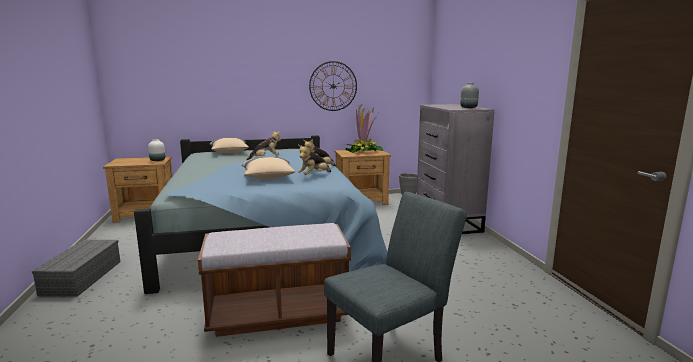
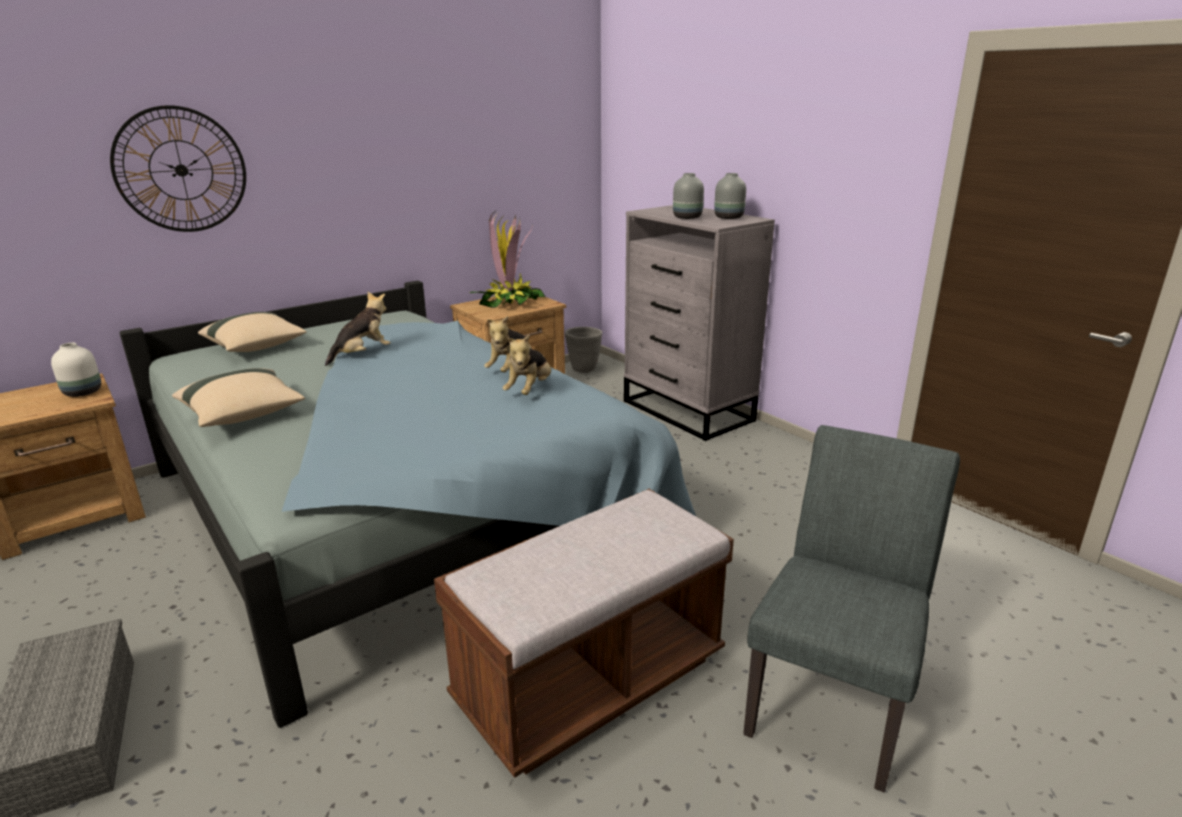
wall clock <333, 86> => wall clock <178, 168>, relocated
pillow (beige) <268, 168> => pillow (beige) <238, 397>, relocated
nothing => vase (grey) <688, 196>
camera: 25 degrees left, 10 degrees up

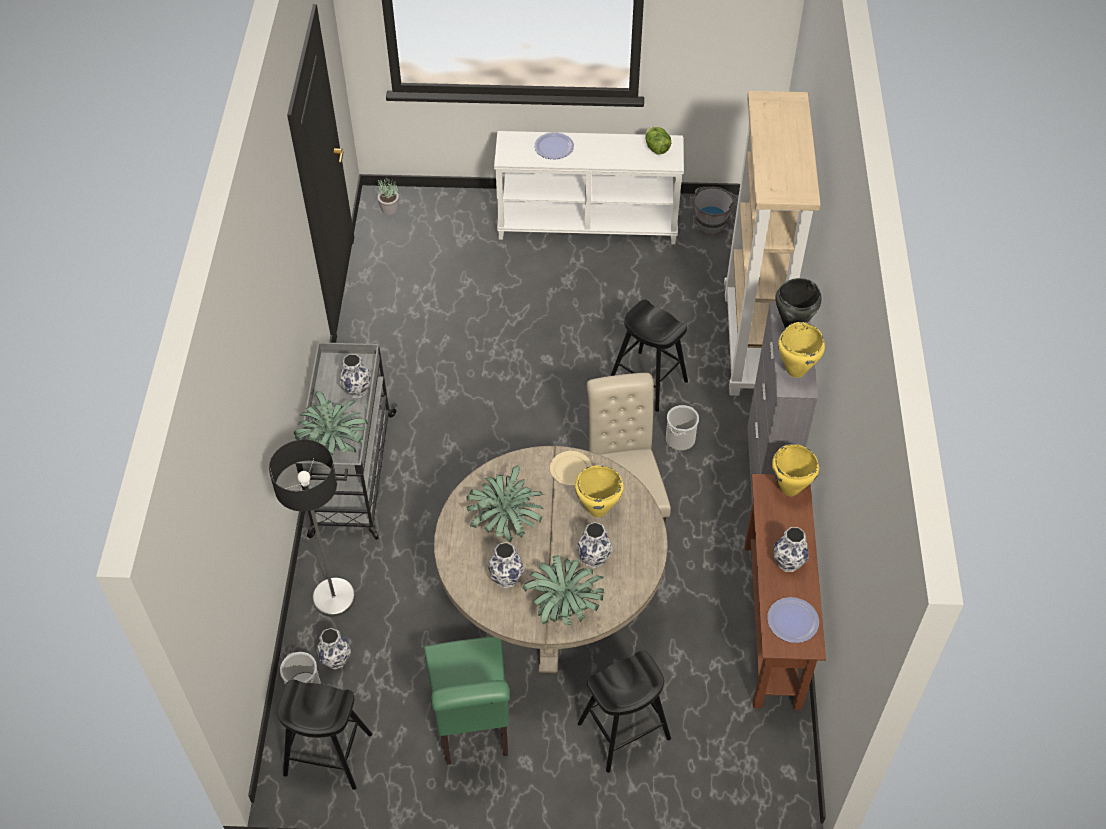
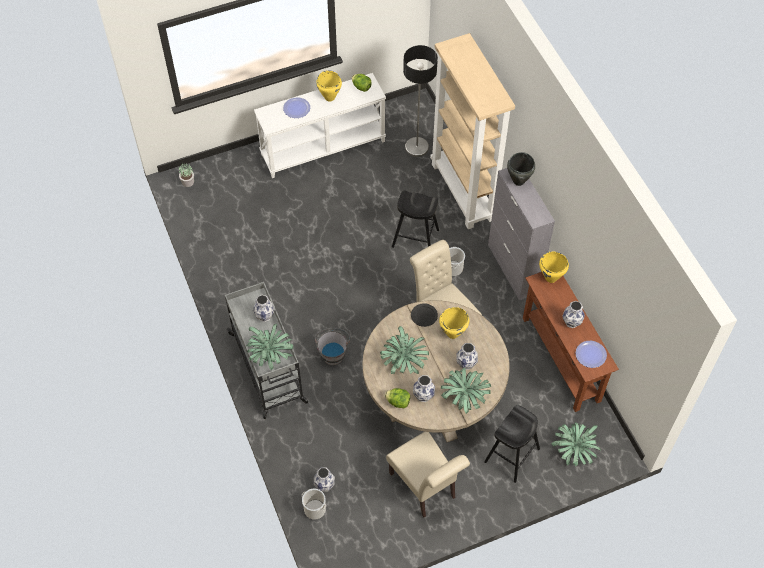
bucket (grey) <715, 210> => bucket (grey) <333, 346>, relocated
cooking pot (yellow) <801, 350> => cooking pot (yellow) <329, 86>, relocated
nothing => lettuce <397, 398>
chair (green) <467, 700> => chair (beige) <428, 474>
floor lamp <312, 527> => floor lamp <420, 101>, relocated
plate (beige) <571, 468> => plate (black) <424, 315>
nothing => potted plant <576, 444>
stool (black) <324, 735> => nothing
camera: 25 degrees left, 5 degrees up

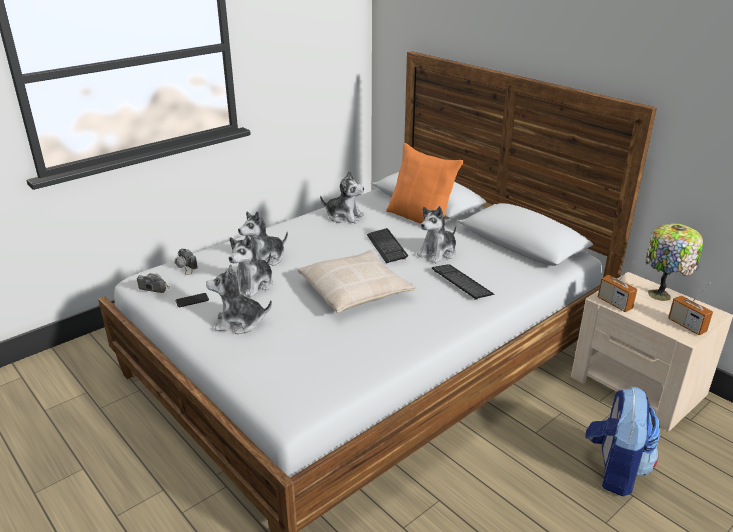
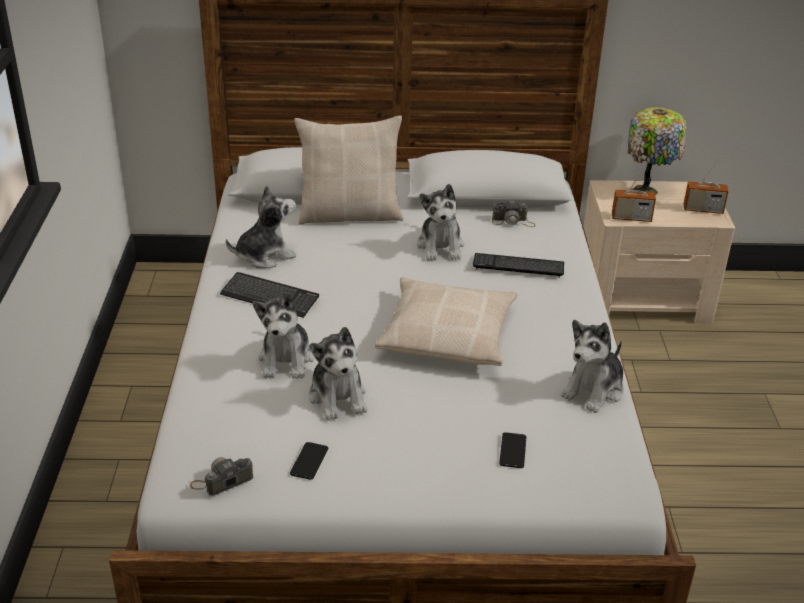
keyboard <387, 245> => keyboard <269, 295>, relocated
pillow (orange) <425, 183> => pillow (beige) <348, 170>
photo camera <186, 262> => photo camera <514, 213>, relocated
nothing => phone <512, 450>
plush toy <239, 299> => plush toy <592, 366>, relocated
backpack <622, 441> => nothing
camera: 50 degrees left, 5 degrees up

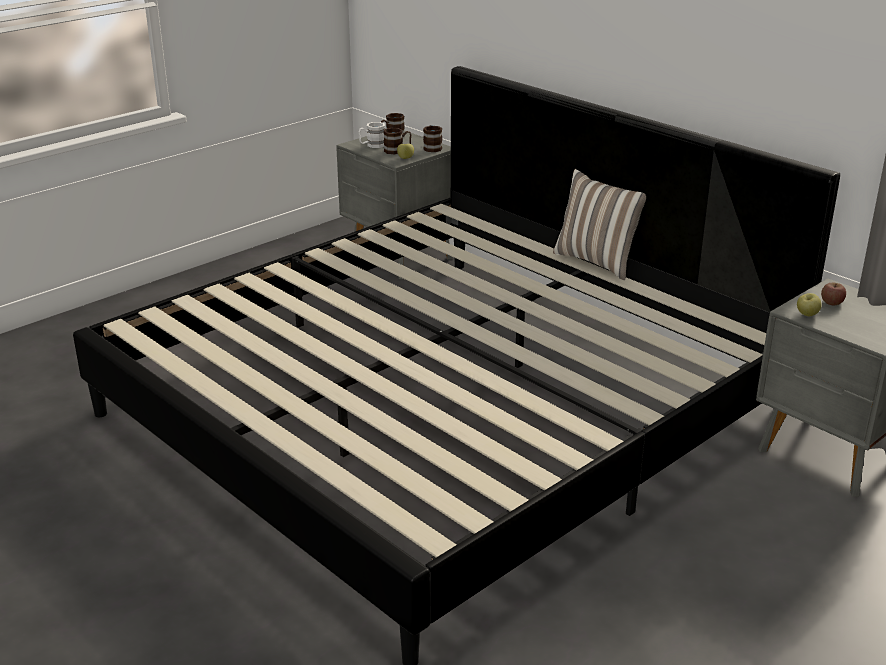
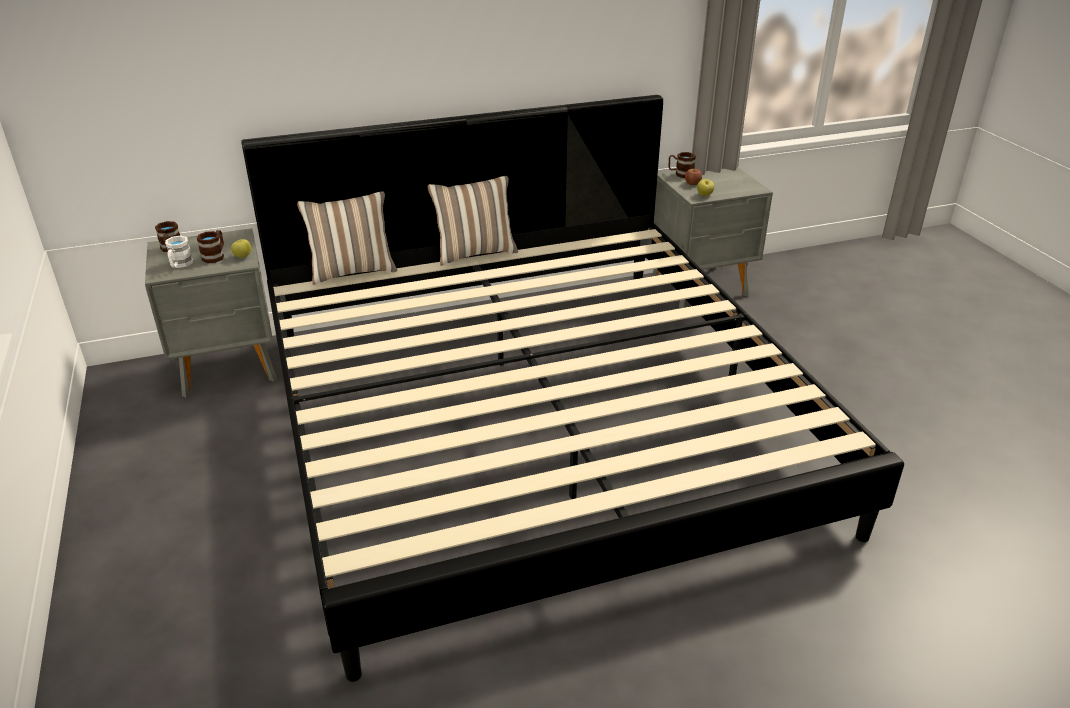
nothing => pillow <347, 238>
mug (brown) <432, 138> => mug (brown) <682, 165>, relocated
camera: 65 degrees left, 5 degrees up

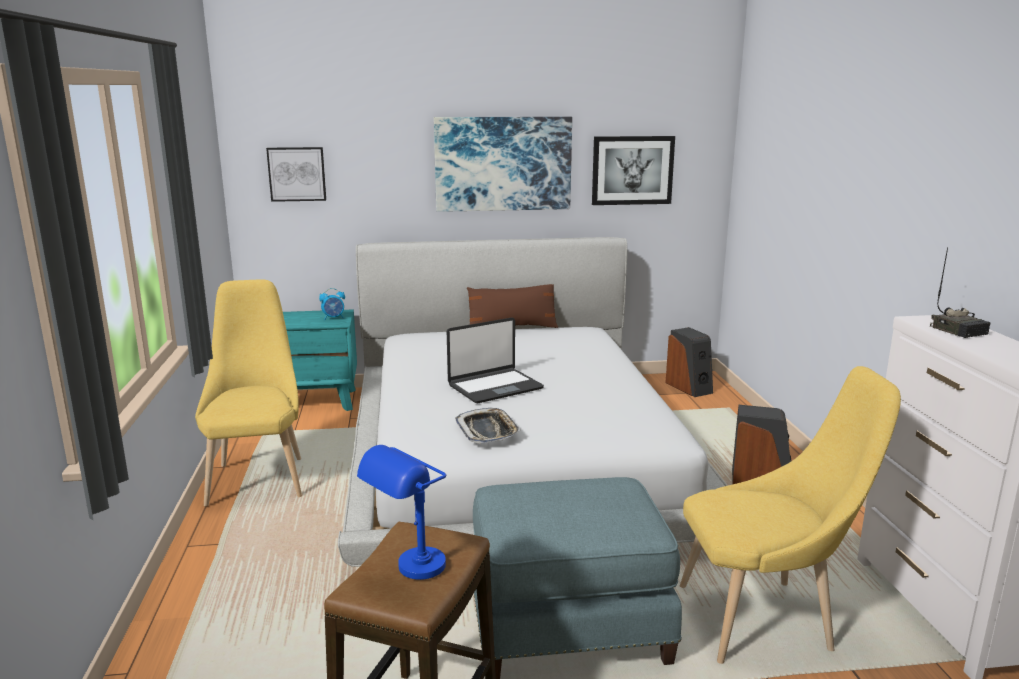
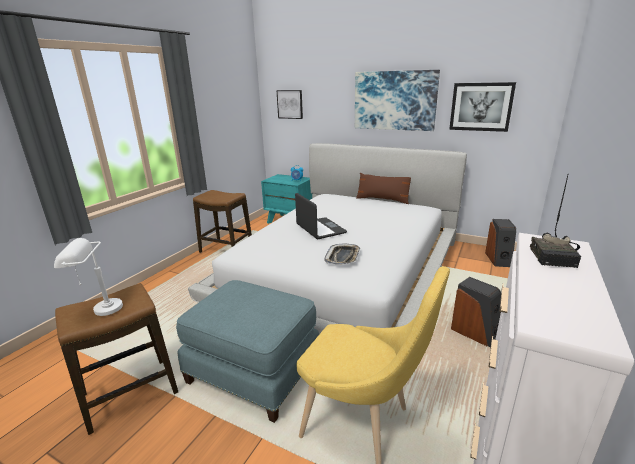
table lamp (blue) <401, 512> => table lamp (white) <88, 277>
chair (yellow) <248, 392> => stool <222, 221>
laptop <495, 360> => laptop <321, 216>, 120 degrees counterclockwise
tray <488, 425> => tray <342, 254>, relocated
camera: 35 degrees right, 5 degrees up

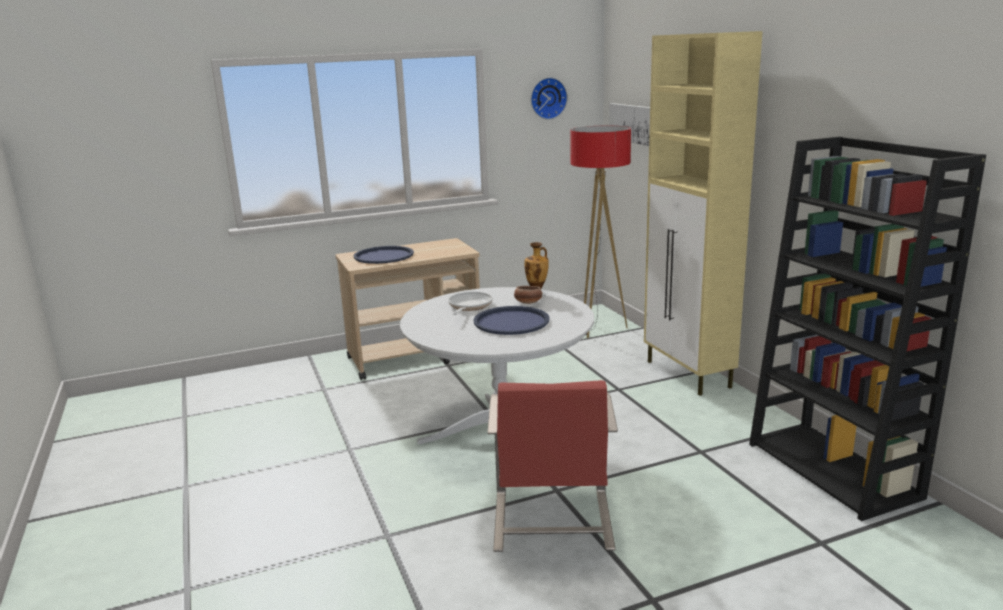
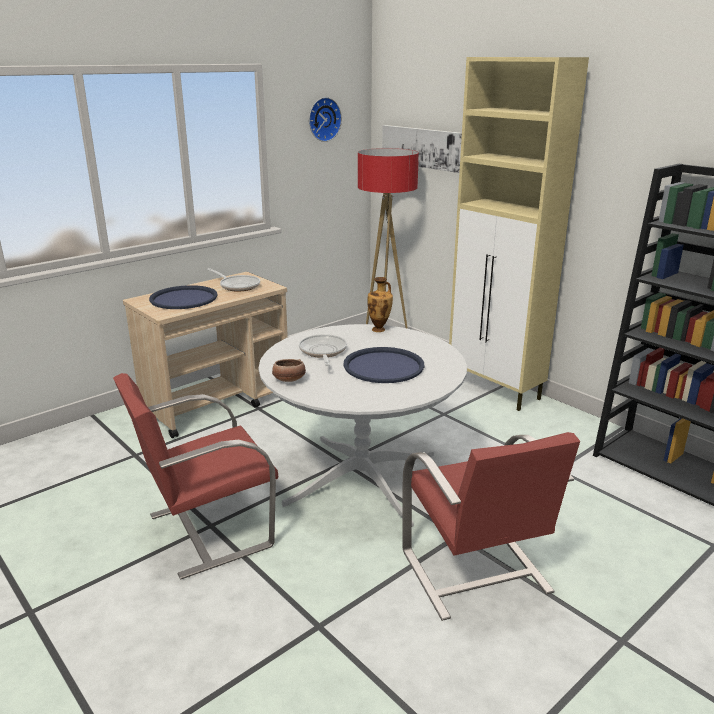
nothing => chair (red) <195, 476>
nothing => frying pan <233, 279>
bowl <528, 295> => bowl <289, 370>, relocated
camera: 20 degrees left, 5 degrees up

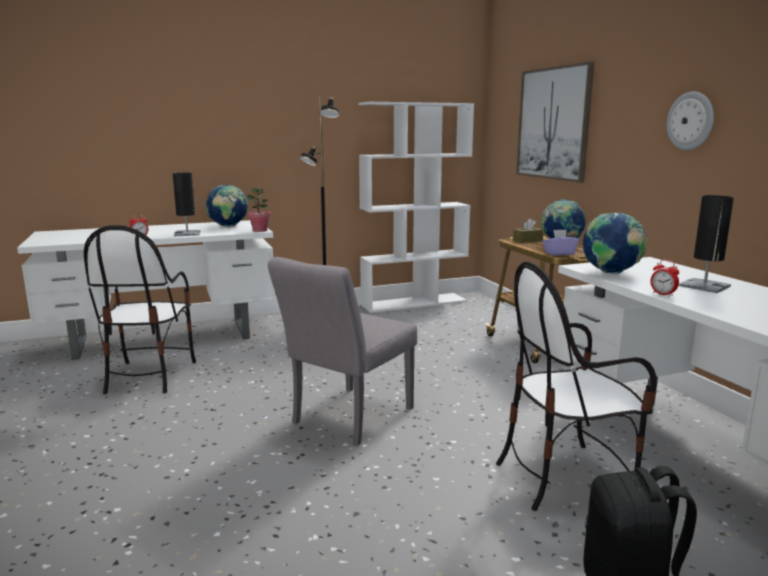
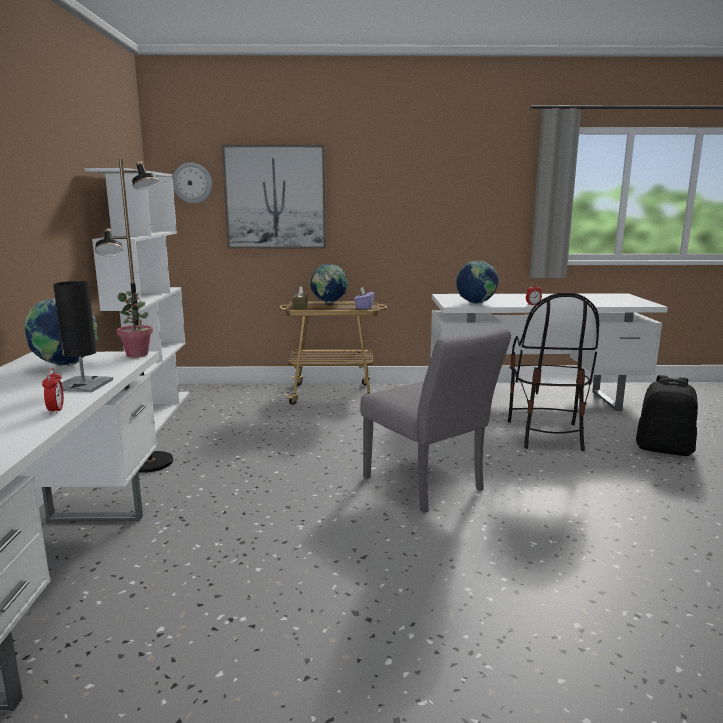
wall clock <690, 121> => wall clock <192, 183>, relocated
chair <140, 309> => nothing
table lamp (black) <706, 244> => nothing
camera: 70 degrees left, 0 degrees up

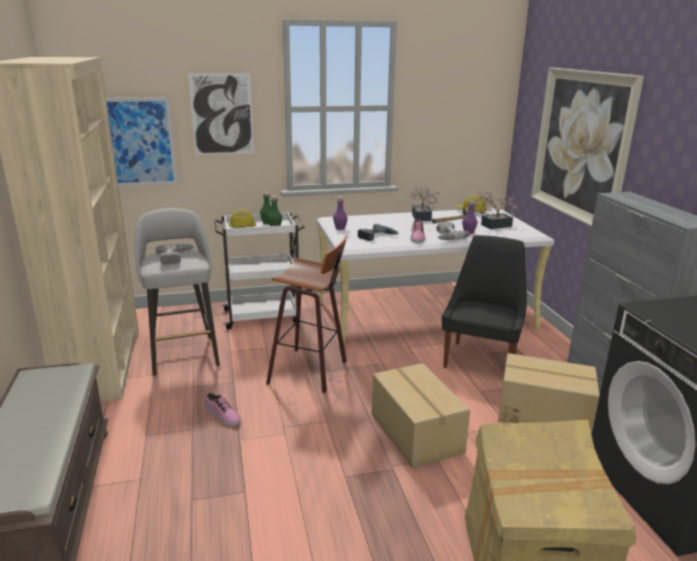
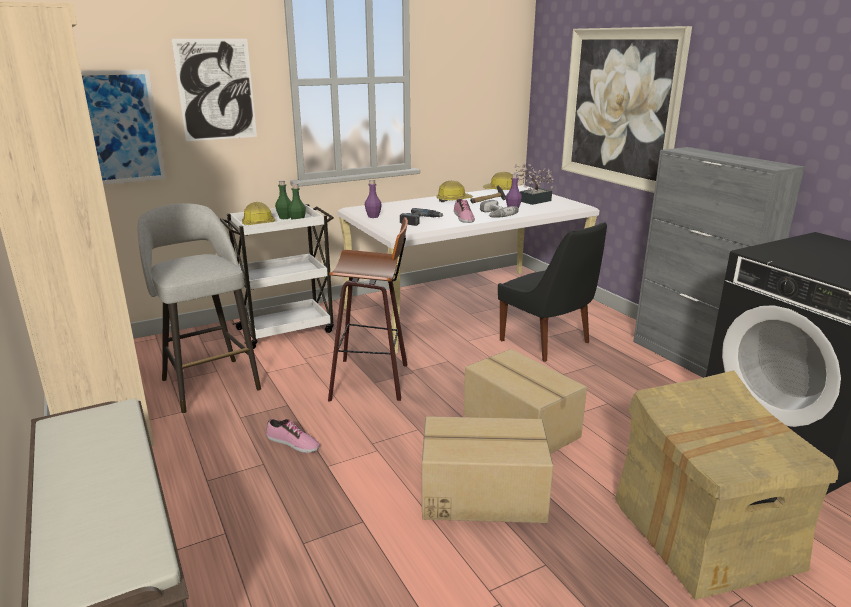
cardboard box <549, 394> => cardboard box <487, 469>, relocated
potted plant <425, 203> => hard hat <454, 191>
chair (black) <484, 301> => chair (black) <552, 292>, 135 degrees clockwise
power drill <175, 254> => nothing
camera: 15 degrees left, 0 degrees up

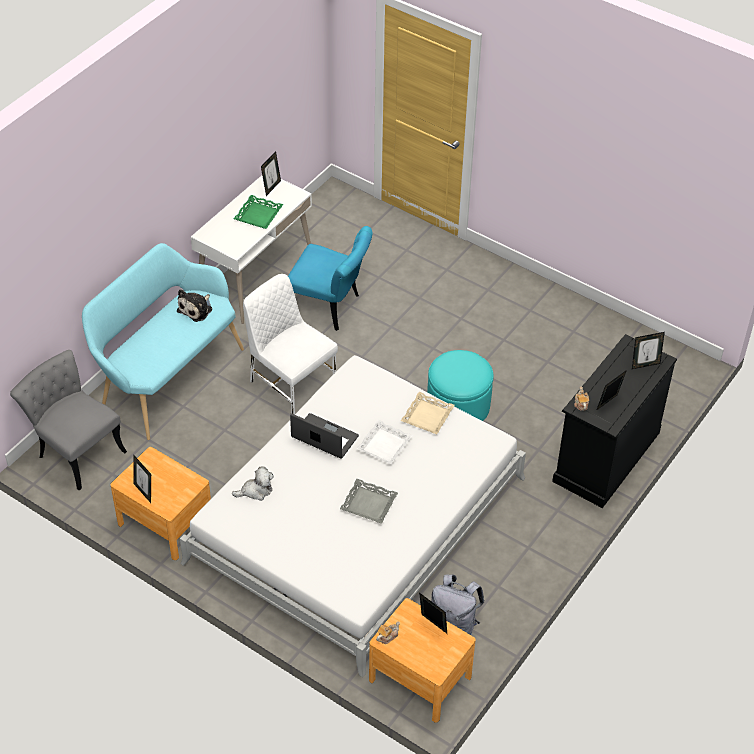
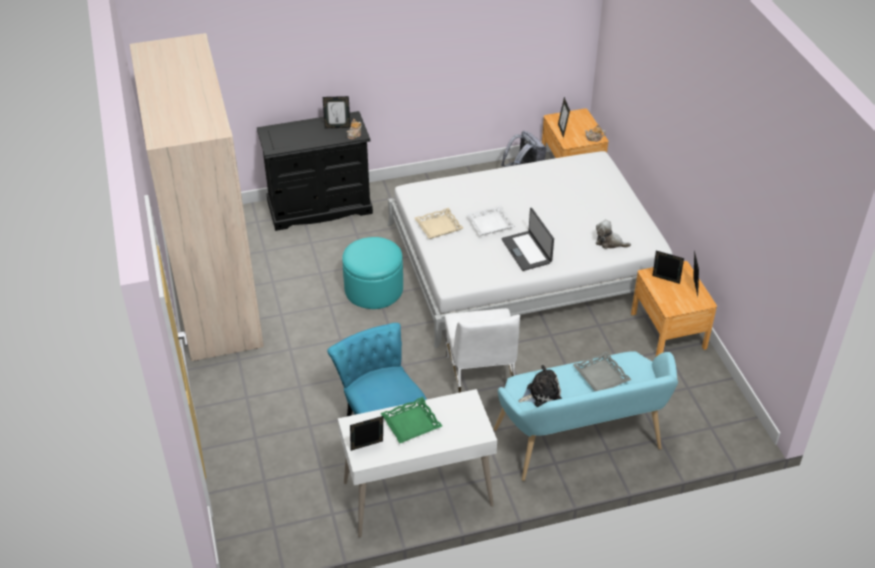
nothing => wardrobe (beige) <197, 197>
tray (grey) <369, 501> => tray (grey) <602, 371>, relocated
picture frame <648, 350> => picture frame <668, 267>, relocated
chair (grey) <68, 420> => nothing
camera: 140 degrees left, 5 degrees down

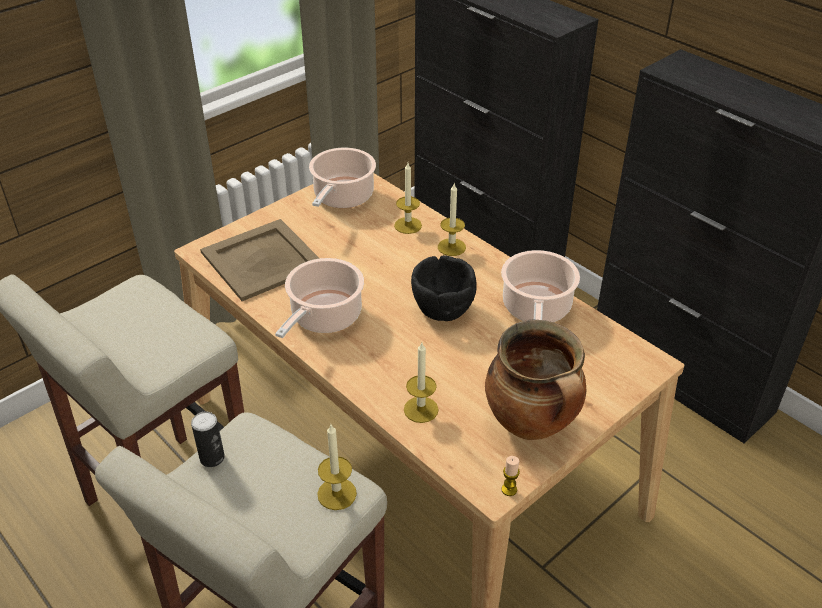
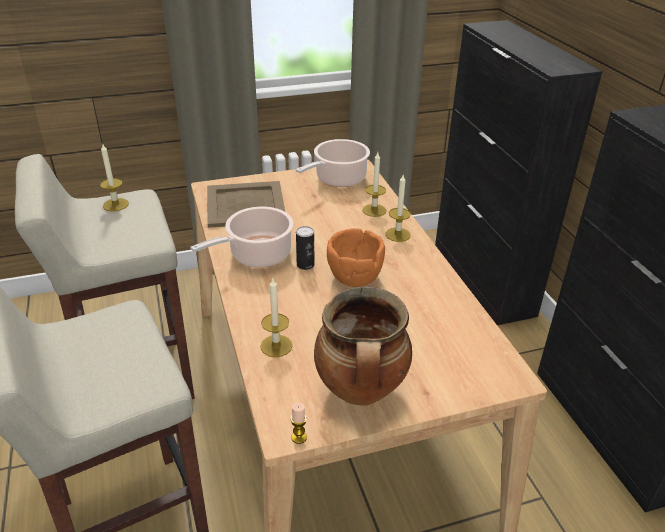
candle <337, 467> => candle <114, 177>, relocated
can <208, 439> => can <305, 248>, relocated
bowl (black) <444, 288> => bowl (orange) <356, 257>
cooking pot <540, 286> => nothing
camera: 25 degrees right, 5 degrees down

